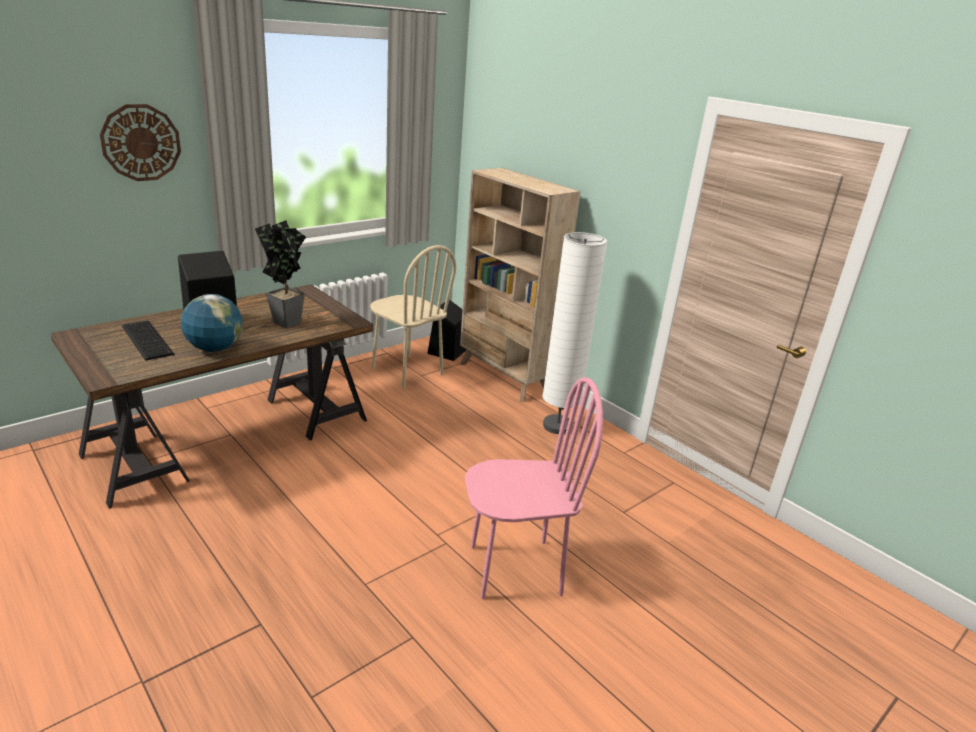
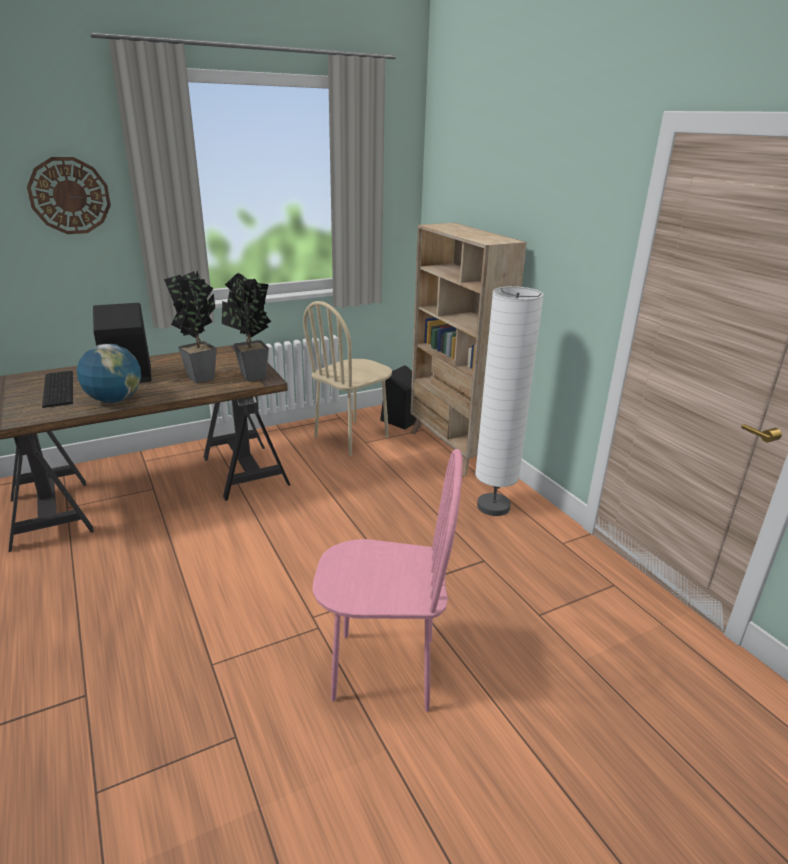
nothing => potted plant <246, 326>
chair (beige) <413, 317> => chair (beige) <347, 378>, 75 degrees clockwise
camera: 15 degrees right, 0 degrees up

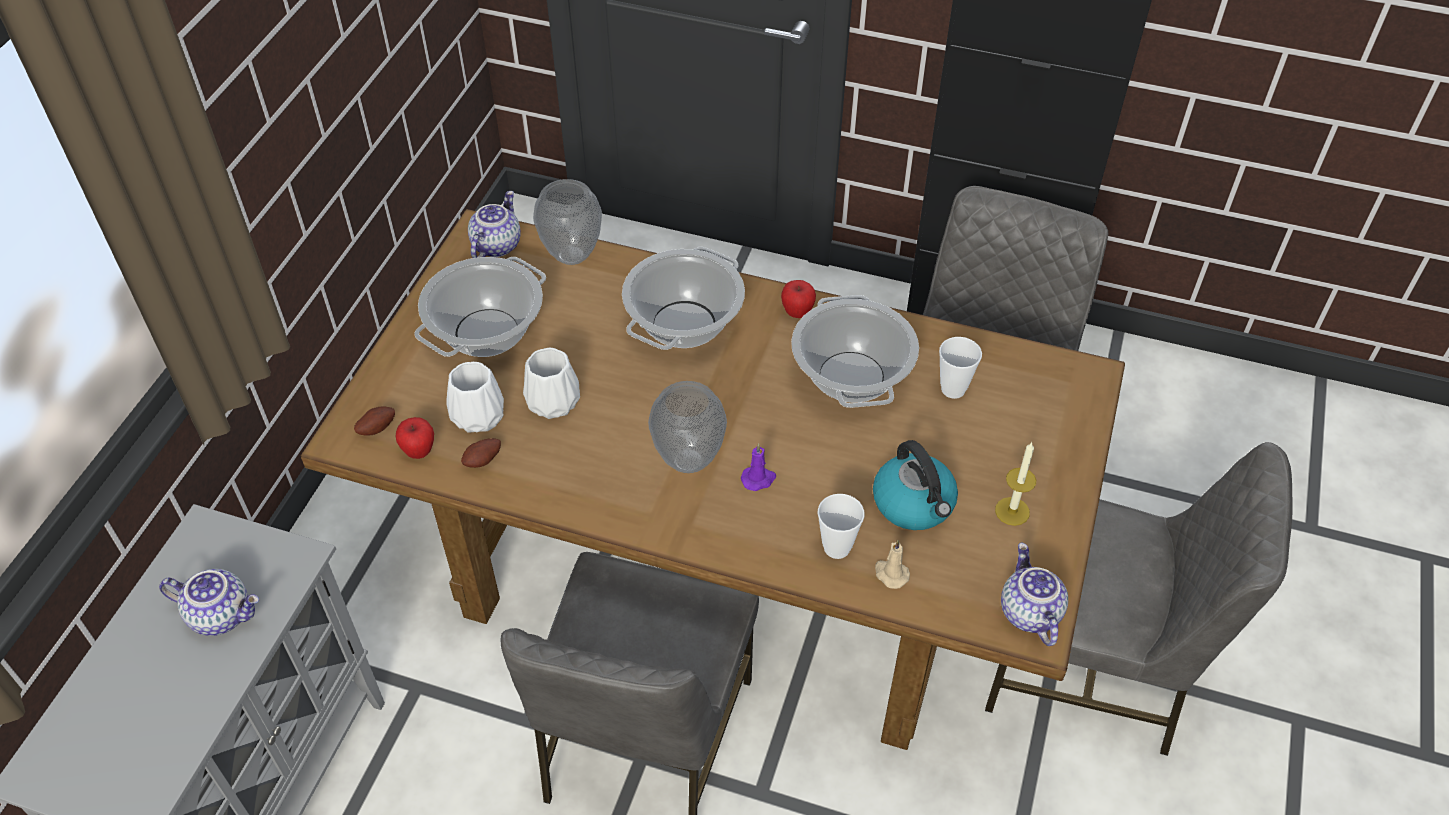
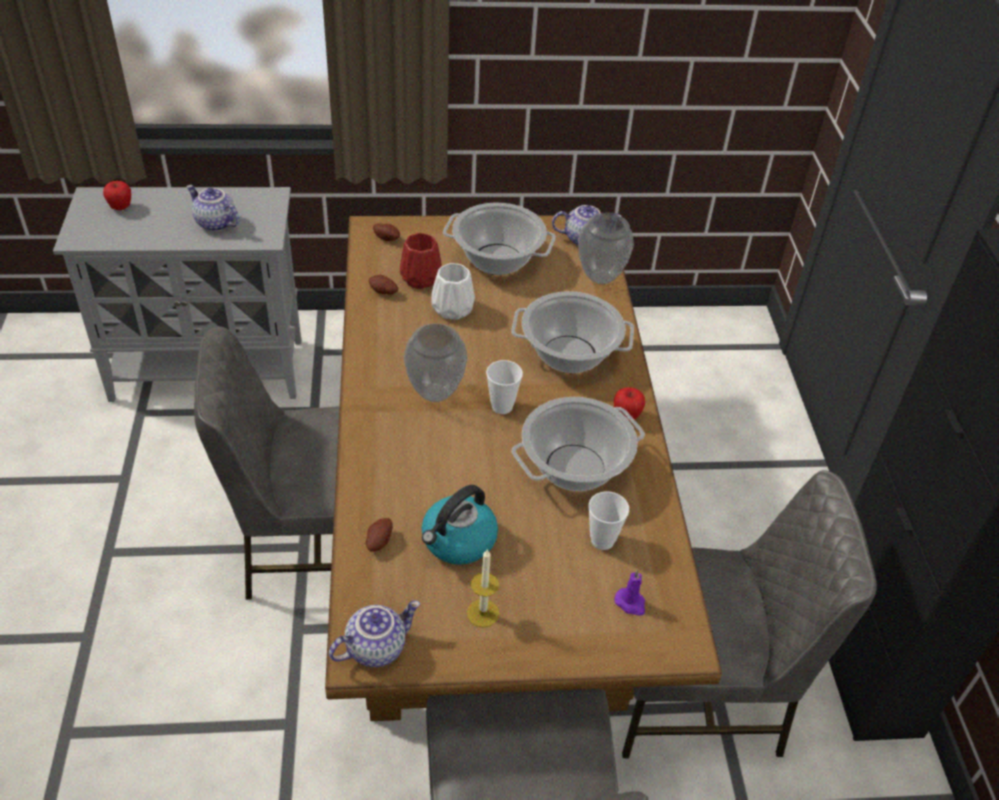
apple <415, 438> => apple <117, 195>, relocated
teapot <209, 602> => teapot <212, 208>, 135 degrees clockwise
candle (beige) <892, 564> => potato <379, 535>
vase (white) <475, 397> => vase (red) <421, 261>
cup <841, 526> => cup <504, 387>, relocated
candle (purple) <758, 467> => candle (purple) <629, 592>, relocated
camera: 65 degrees right, 5 degrees down

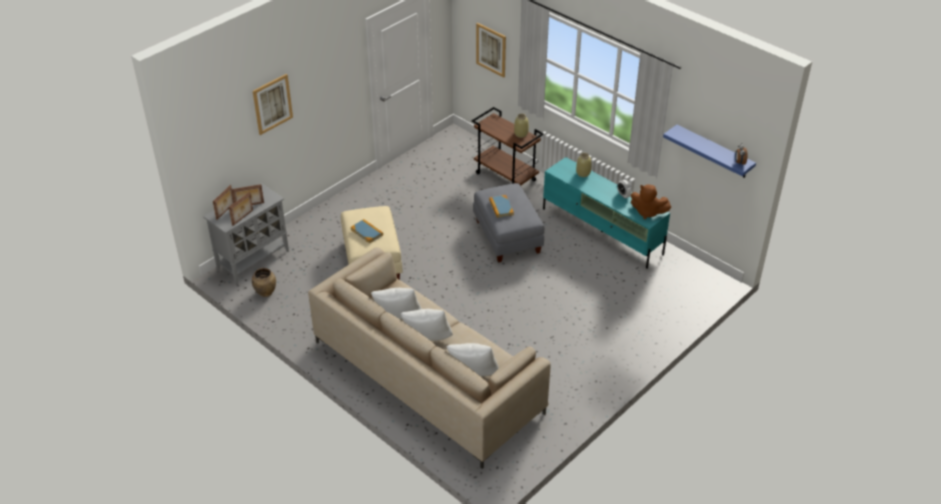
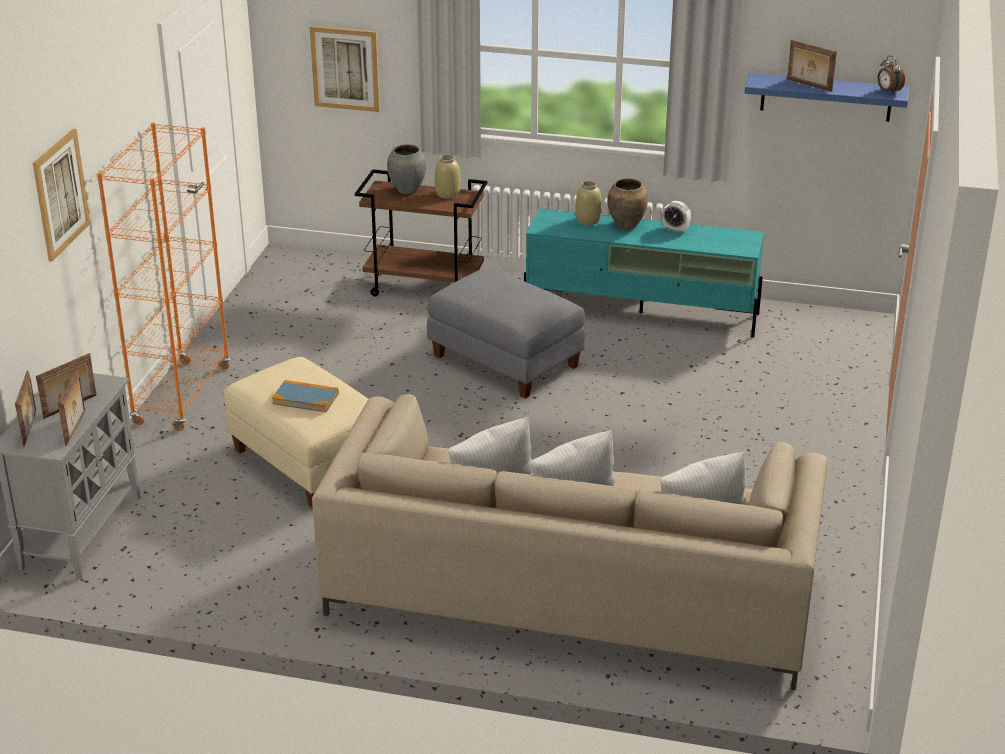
nothing => bookcase (orange) <163, 276>
nothing => vase (grey) <406, 169>
vase (brown) <264, 282> => vase (brown) <627, 204>, relocated
nothing => picture frame <812, 66>
book <501, 206> => nothing
plush toy (brown) <651, 201> => nothing
camera: 30 degrees left, 10 degrees down

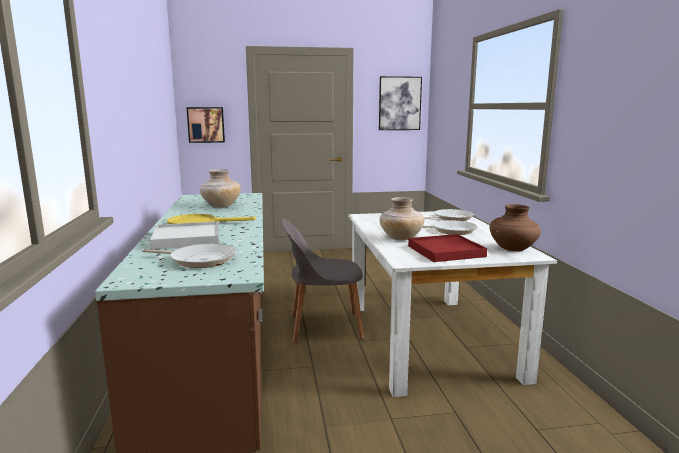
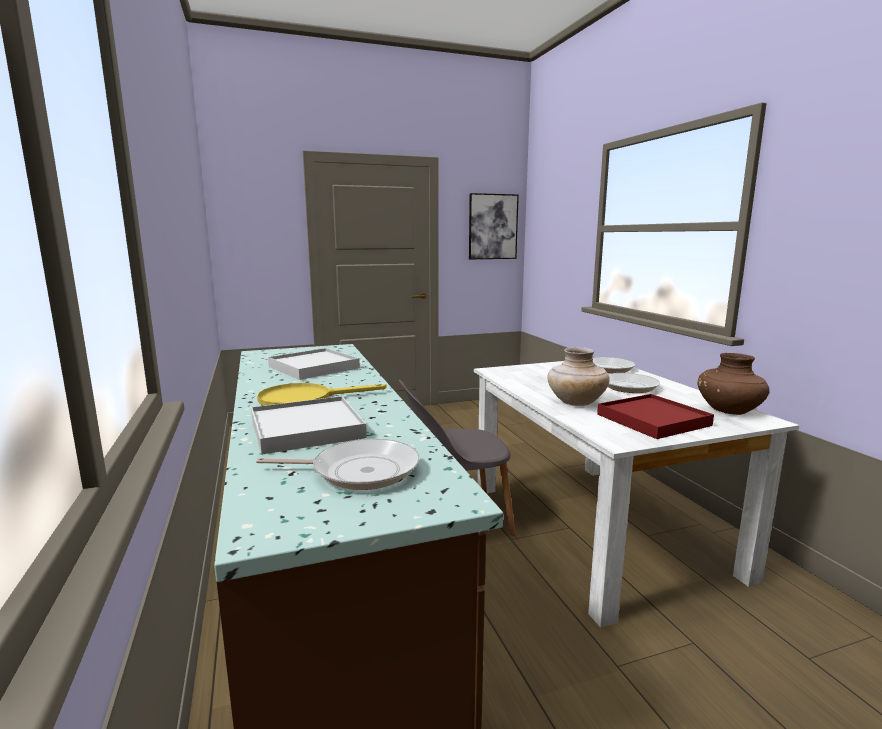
vase (beige) <220, 188> => tray (white) <314, 364>
picture <205, 125> => nothing
camera: 10 degrees left, 0 degrees up

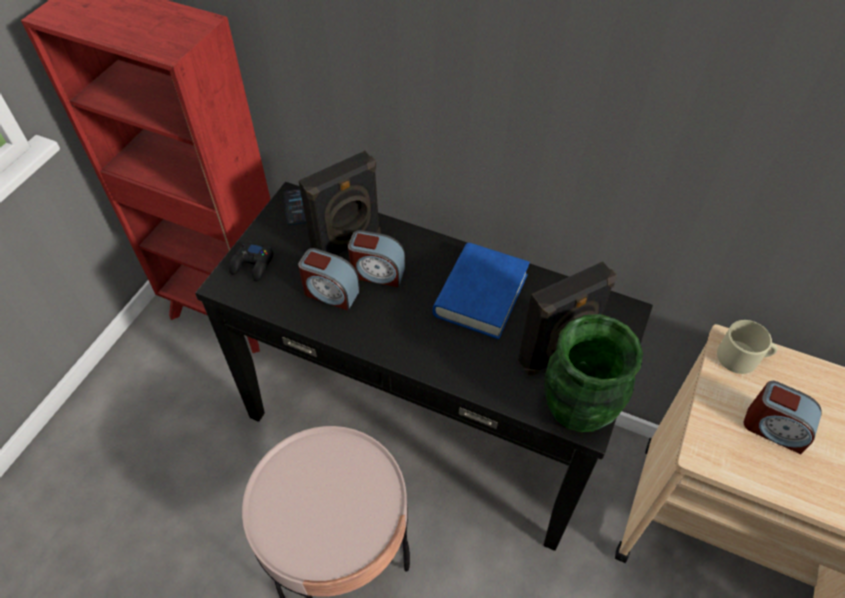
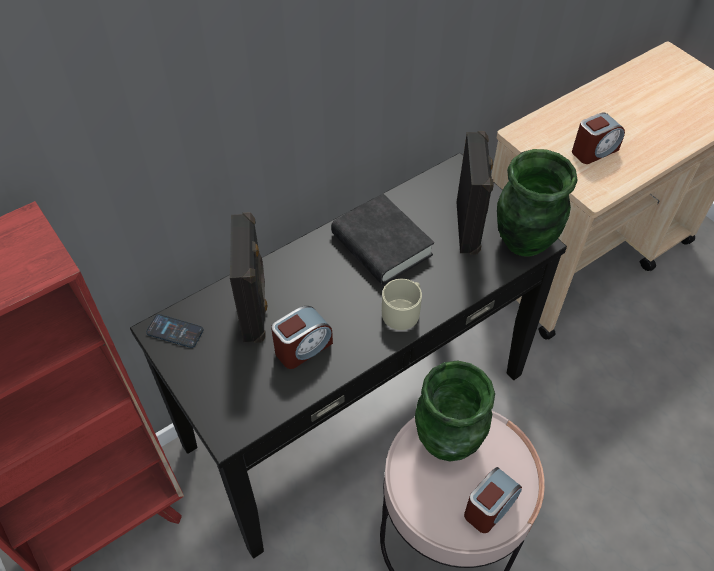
book (blue) <481, 291> => book (black) <382, 239>
mug (beige) <747, 347> => mug (beige) <402, 304>, relocated
nothing => vase (green) <455, 411>
alarm clock <376, 258> => alarm clock <493, 500>, relocated
game controller (black) <251, 261> => nothing
camera: 60 degrees left, 0 degrees up

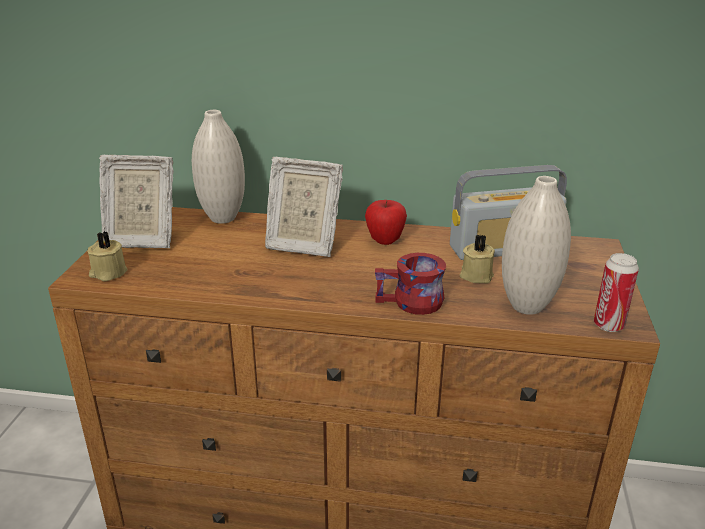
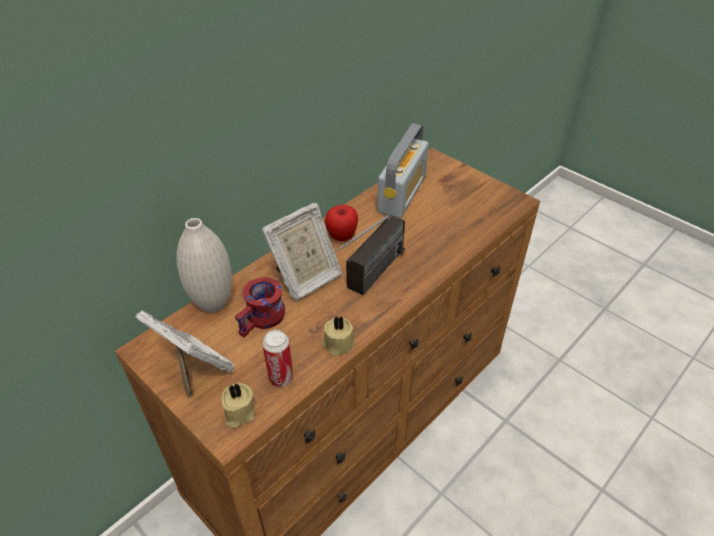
picture frame <136, 201> => picture frame <185, 354>, 90 degrees counterclockwise
mug (red) <410, 284> => mug (red) <259, 307>, relocated
can <616, 292> => can <277, 358>, relocated
nothing => radio <362, 255>
candle (beige) <477, 258> => candle (beige) <338, 336>, relocated
vase (white) <536, 245> => nothing
camera: 55 degrees left, 15 degrees up

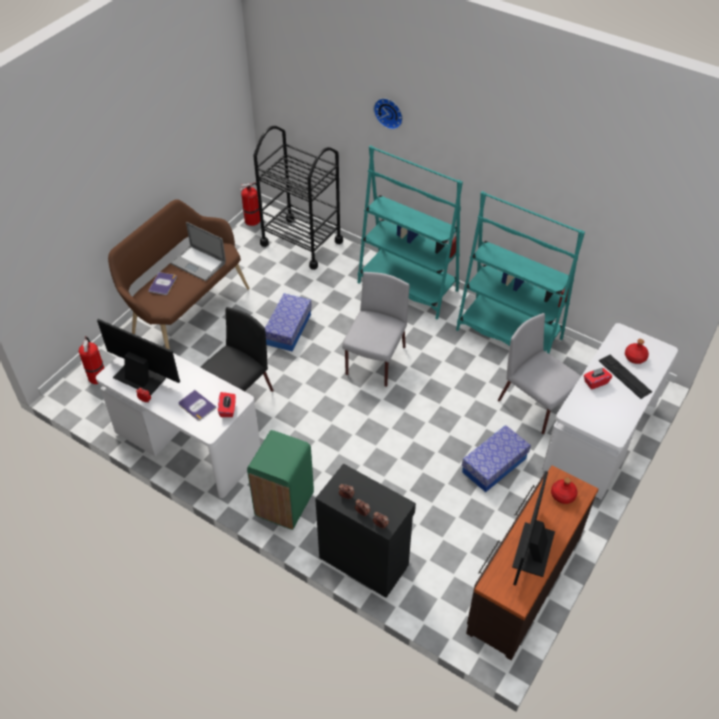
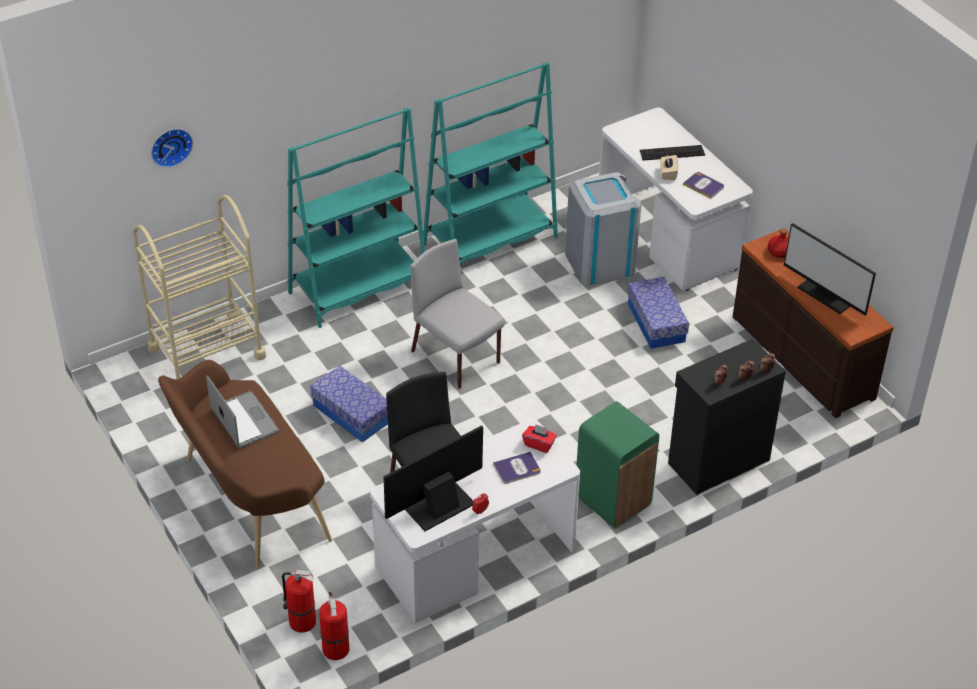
cart (black) <298, 198> => cart (beige) <199, 287>
wall clock <388, 114> => wall clock <172, 148>, relocated
laptop <198, 251> => laptop <243, 411>, 90 degrees counterclockwise
fire extinguisher <250, 204> => fire extinguisher <334, 626>, relocated
chair (grey) <539, 373> => trash can (grey) <603, 229>
tissue box (red) <598, 378> => tissue box (beige) <669, 167>
book <162, 283> => book <703, 185>, relocated
bottle (red) <637, 351> => nothing
camera: 65 degrees left, 5 degrees down

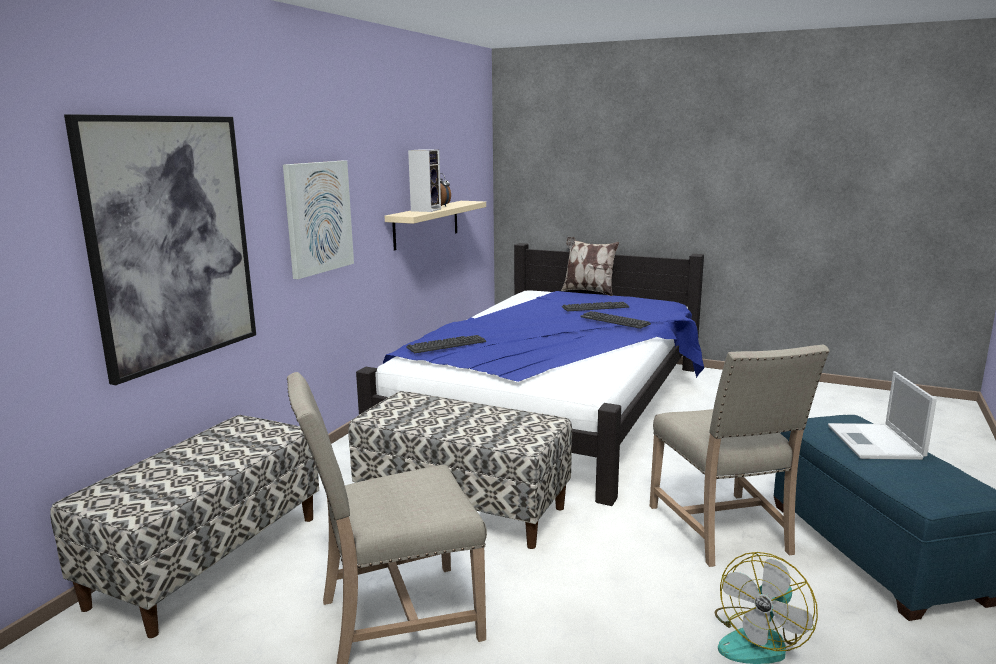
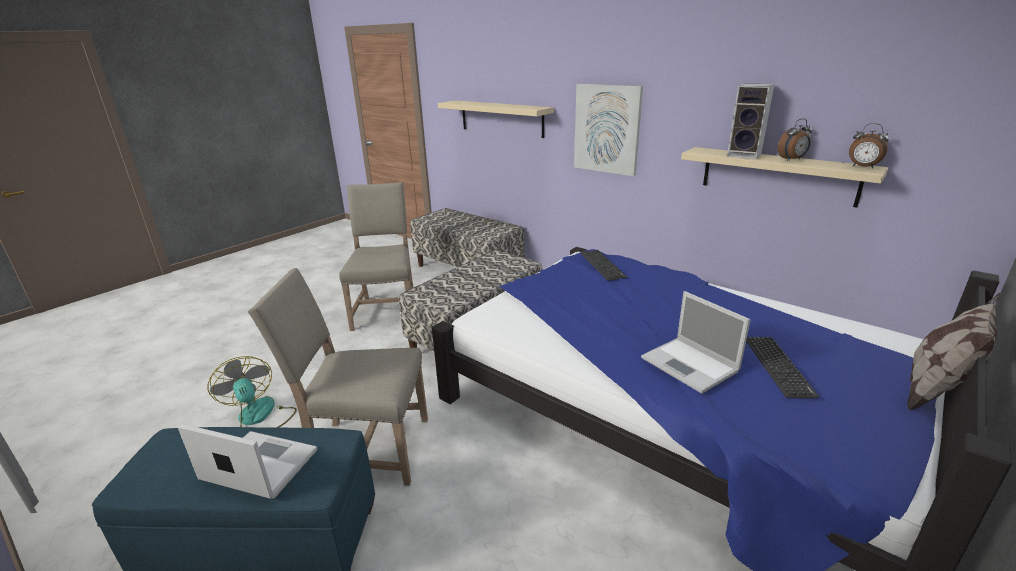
picture <160, 249> => shelf (beige) <496, 119>
keyboard <615, 320> => laptop <696, 342>
nothing => alarm clock <869, 146>
camera: 105 degrees right, 10 degrees up

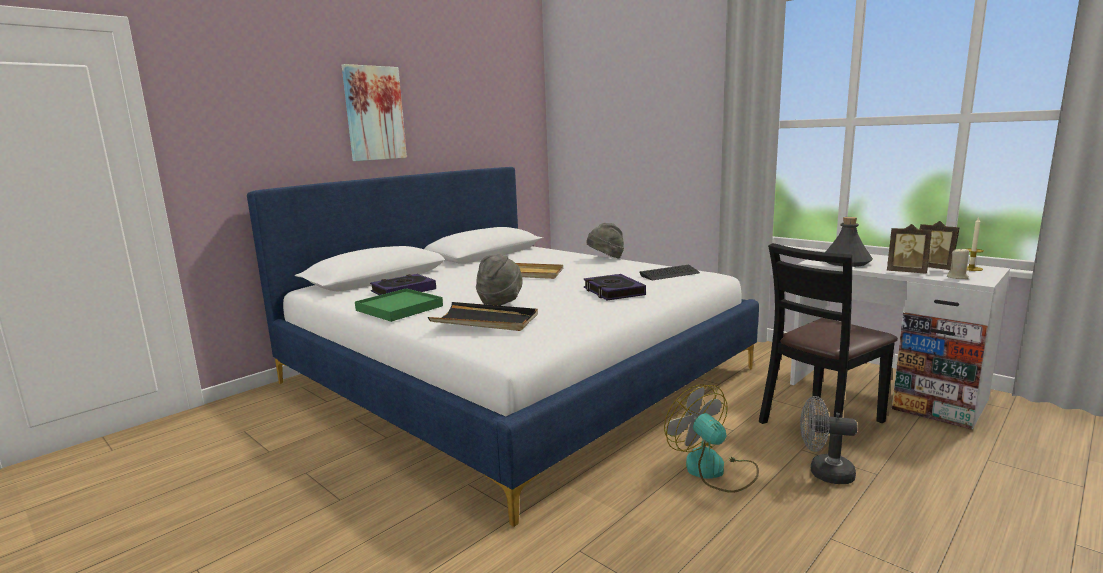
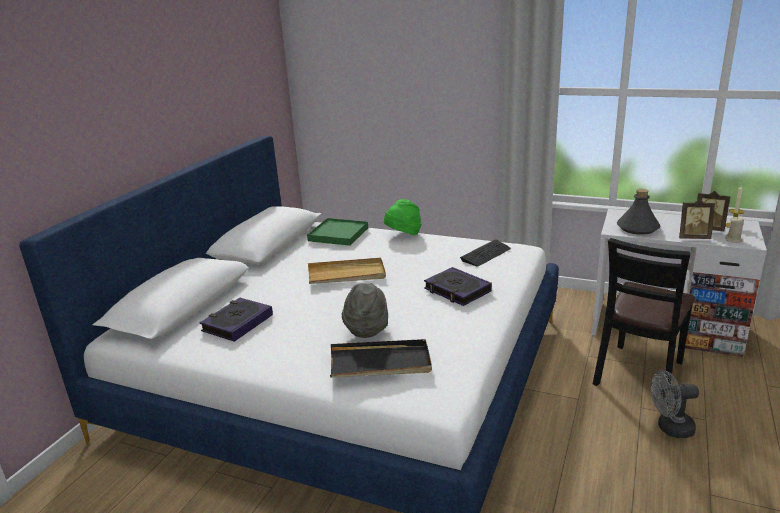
tray (green) <399, 305> => tray (green) <337, 232>, relocated
hat (grey) <605, 241> => hat (green) <402, 217>
picture <374, 112> => nothing
fan <711, 438> => nothing
camera: 20 degrees left, 10 degrees up

